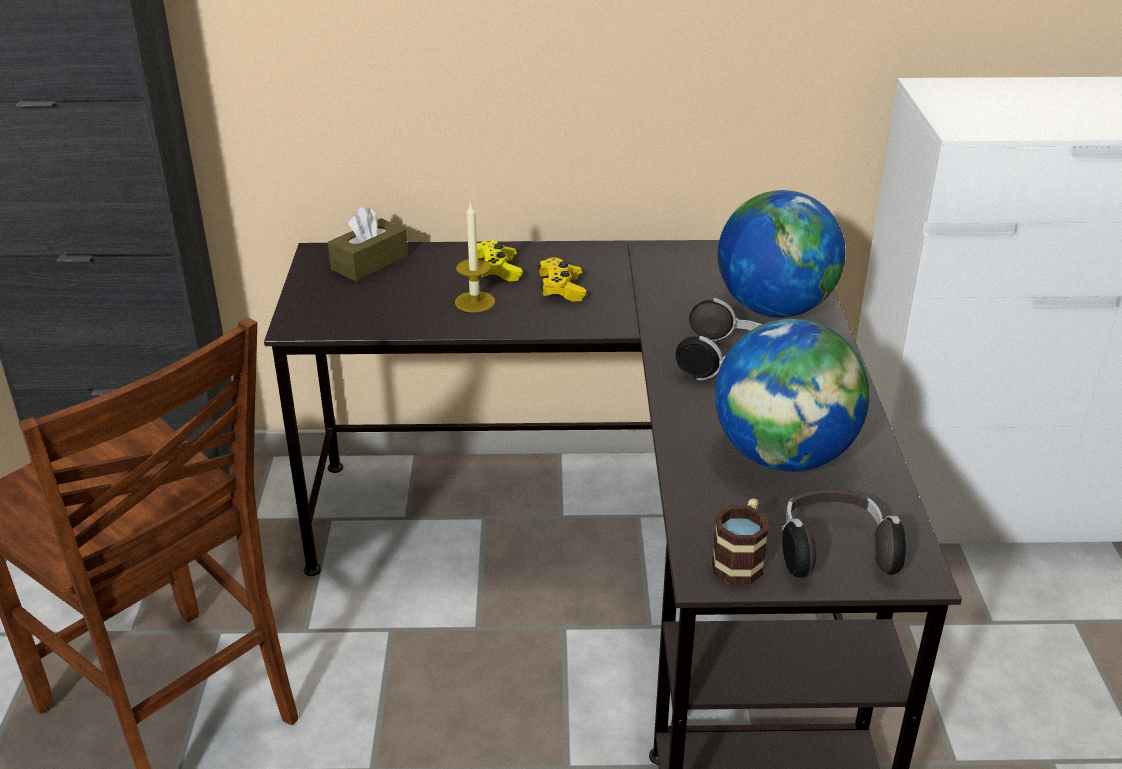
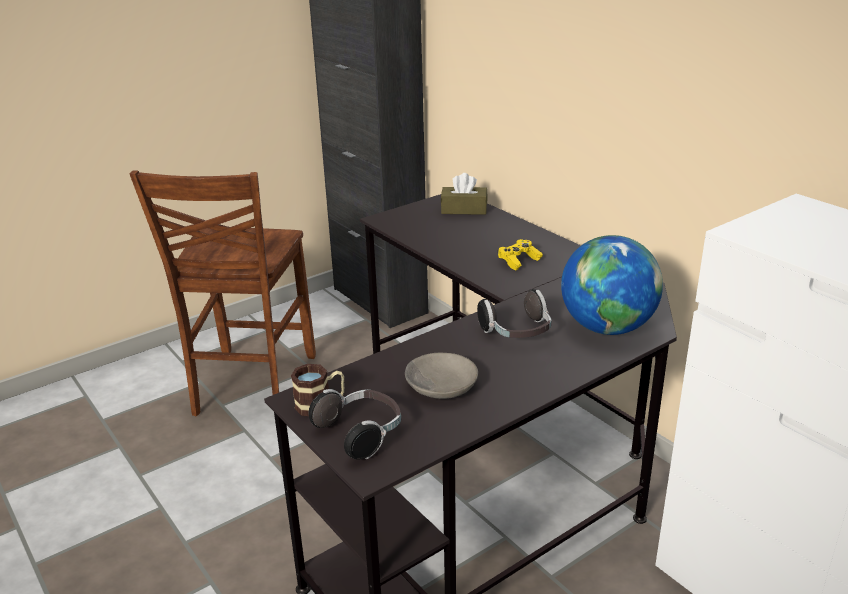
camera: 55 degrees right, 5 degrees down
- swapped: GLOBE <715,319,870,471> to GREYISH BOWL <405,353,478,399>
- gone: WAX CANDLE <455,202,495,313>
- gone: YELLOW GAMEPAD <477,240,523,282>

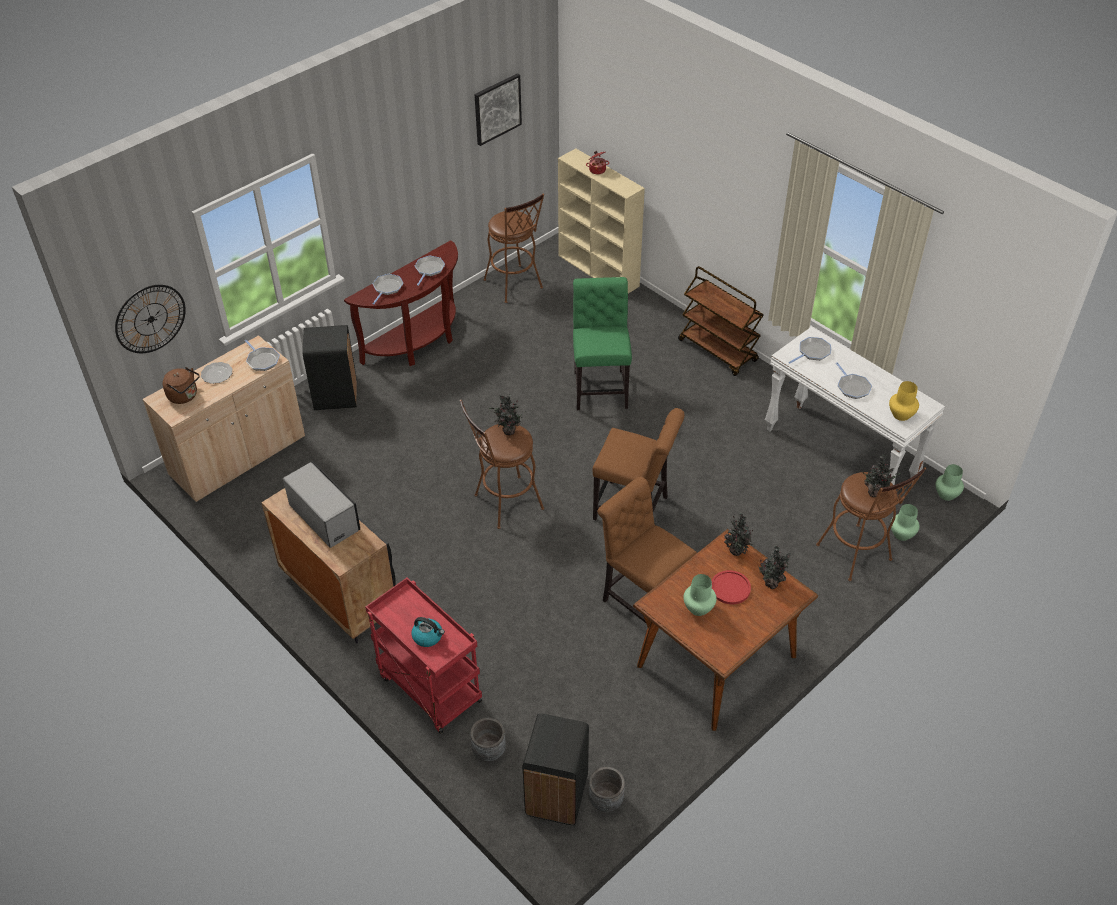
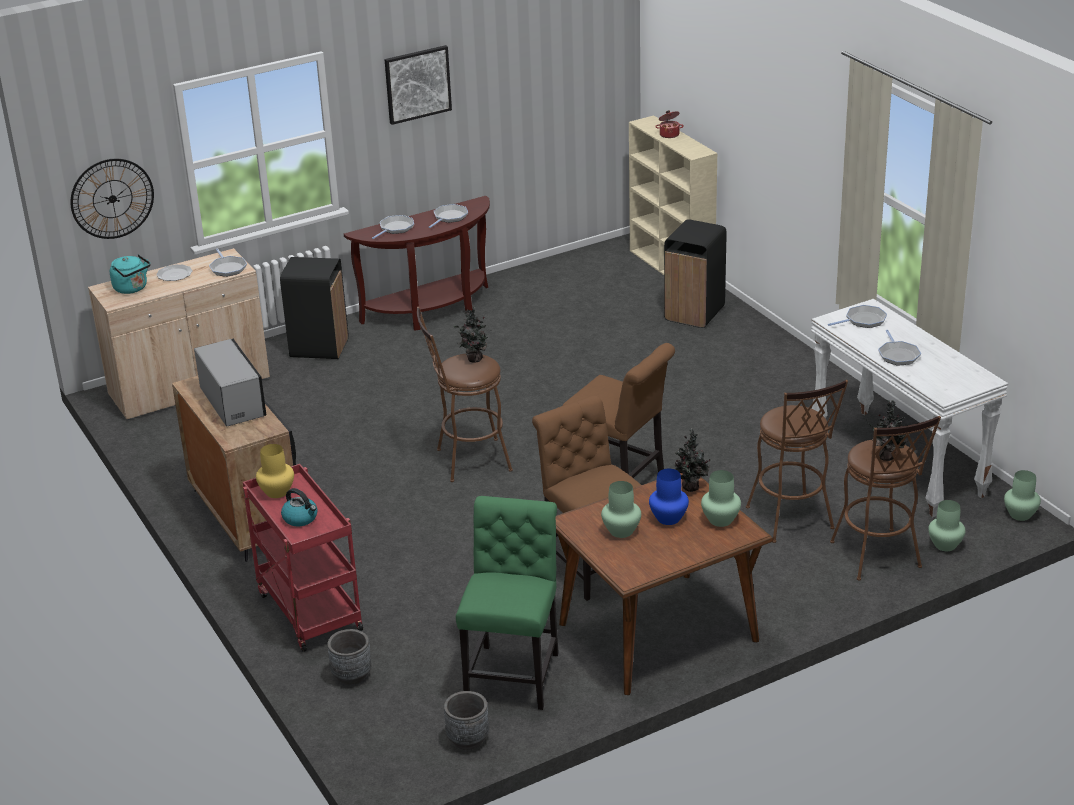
camera: 15 degrees right, 15 degrees down
- repainted: BROWN-COLOURED KETTLE <163,367,200,404> to TURQUOISE-COLOURED KETTLE <110,254,150,294>
- shifted: YELLOW DECORATIVE VASE <889,381,919,421> to <256,444,294,498>
- shifted: PICTURE <474,73,522,146> to <384,45,452,125>
- shifted: GREENISH PLAIN CHAIR <573,277,632,410> to <456,496,559,710>
- swapped: REDDISH FLAT DISH <712,570,751,604> to BLUE DECORATIVE VASE <649,469,689,525>
- shifted: BLACK TRASH CAN <523,713,589,825> to <664,219,727,328>
- swapped: PLANT IN A POT <758,546,791,589> to GREENISH DECORATIVE VASE <701,470,741,527>
- shifted: BROWN-COLOURED STOOL SEAT <483,194,544,303> to <746,380,848,543>
- gone: BROWN-COLOURED TROLLEY <678,266,764,376>

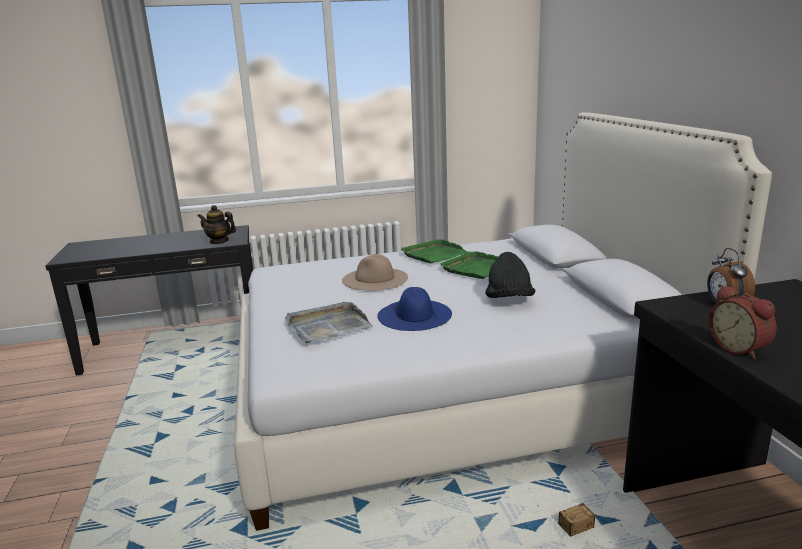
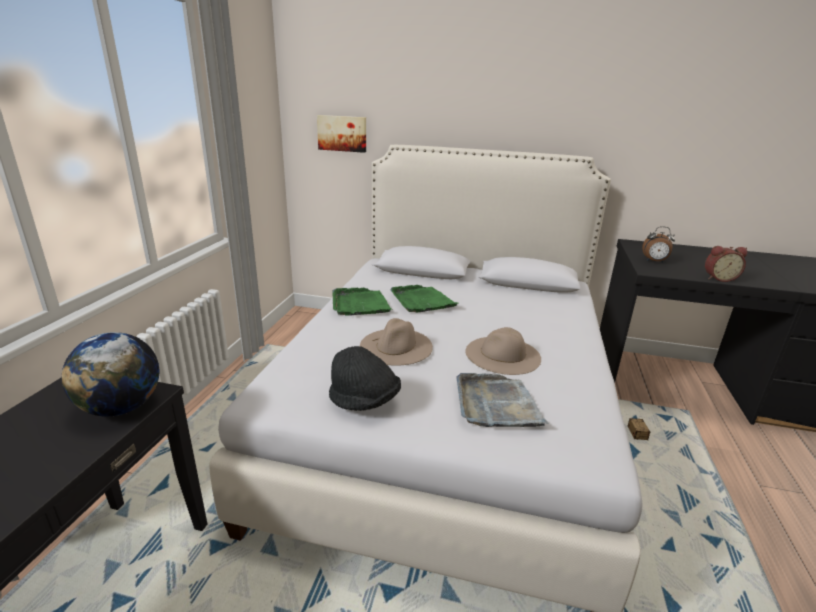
camera: 65 degrees left, 5 degrees up
- swapped: TEA POT <198,205,236,244> to GLOBE <62,332,159,417>
- new: PICTURE <317,115,366,153>
- shifted: BLACK CLOTHING HAT <485,252,535,298> to <329,346,401,411>
- repainted: BLUE CLOTHING HAT <377,287,452,331> to BEIGE-COLOURED CLOTHING HAT <465,327,541,375>

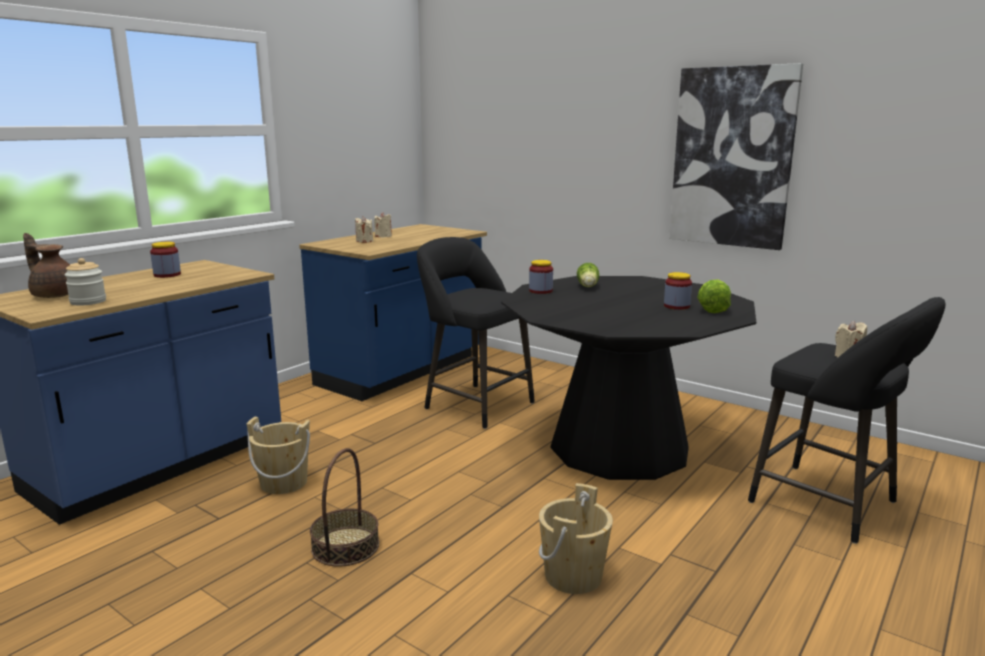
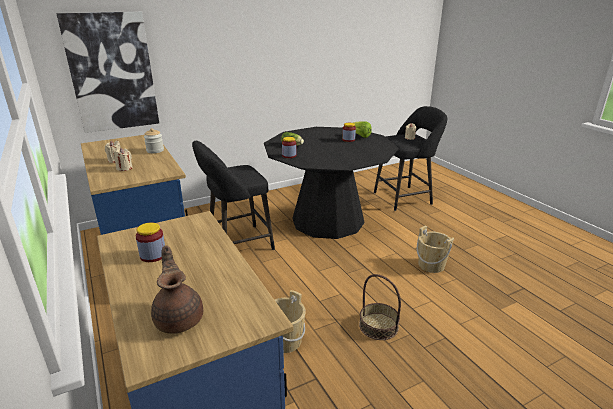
camera: 65 degrees left, 10 degrees up
- shifted: PICTURE <669,63,803,250> to <56,12,159,133>
- shifted: STORAGE JAR <64,258,106,306> to <144,128,164,153>
- rotated: BROWN-COLOURED TEA POT <23,233,70,298> = <151,245,203,334> 105 degrees clockwise

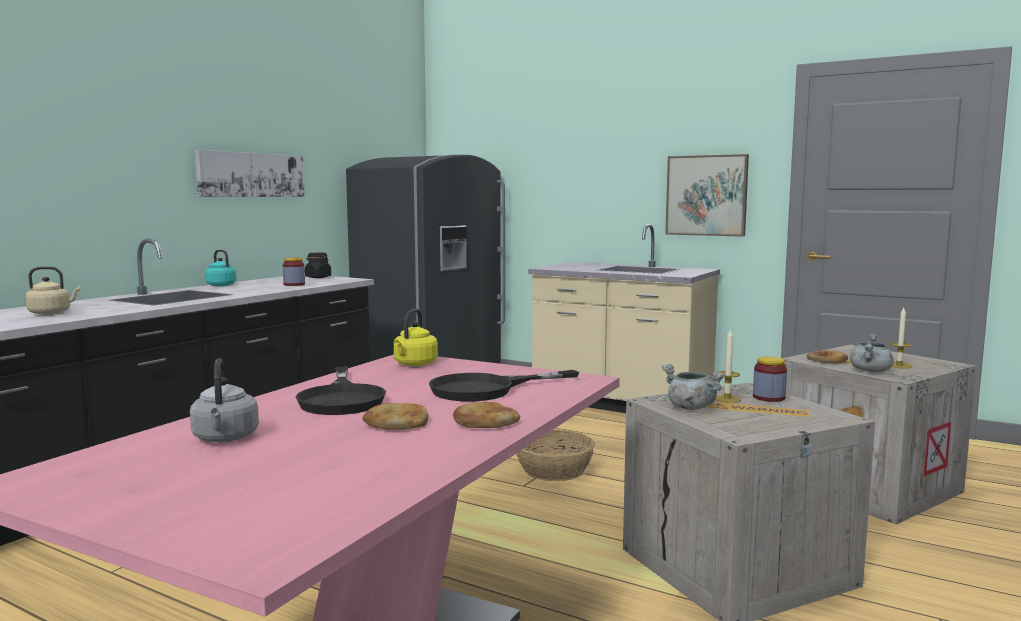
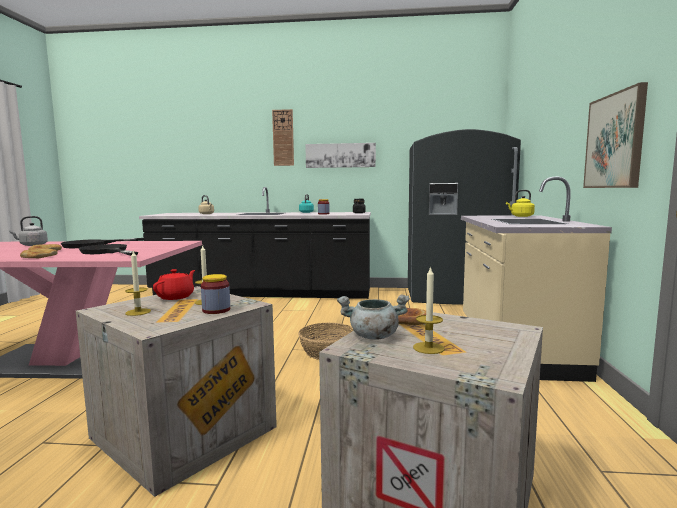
camera: 65 degrees right, 0 degrees up
- new: WAX CANDLE <125,251,151,316>
- swapped: GREYISH SAUCEPOT <662,364,725,410> to REDDISH TEA POT <153,269,195,300>
- new: HANGING CLOCK <272,109,294,166>
- shifted: YELLOW KETTLE <393,309,438,366> to <506,190,535,217>

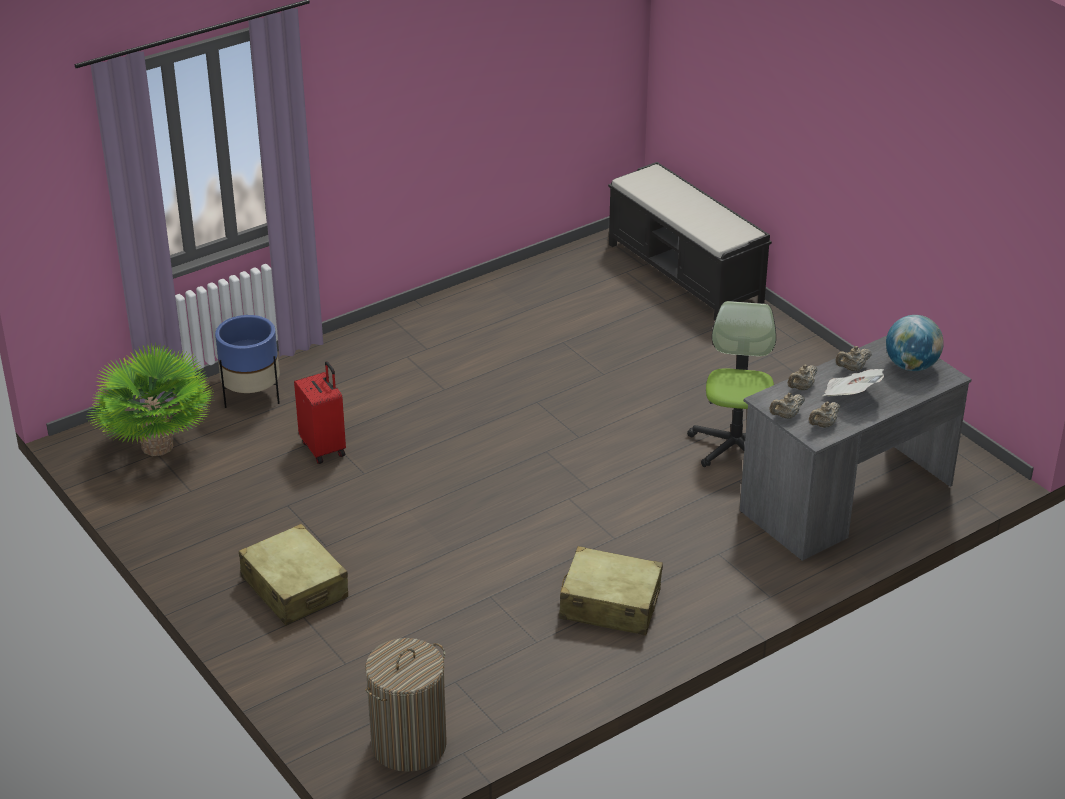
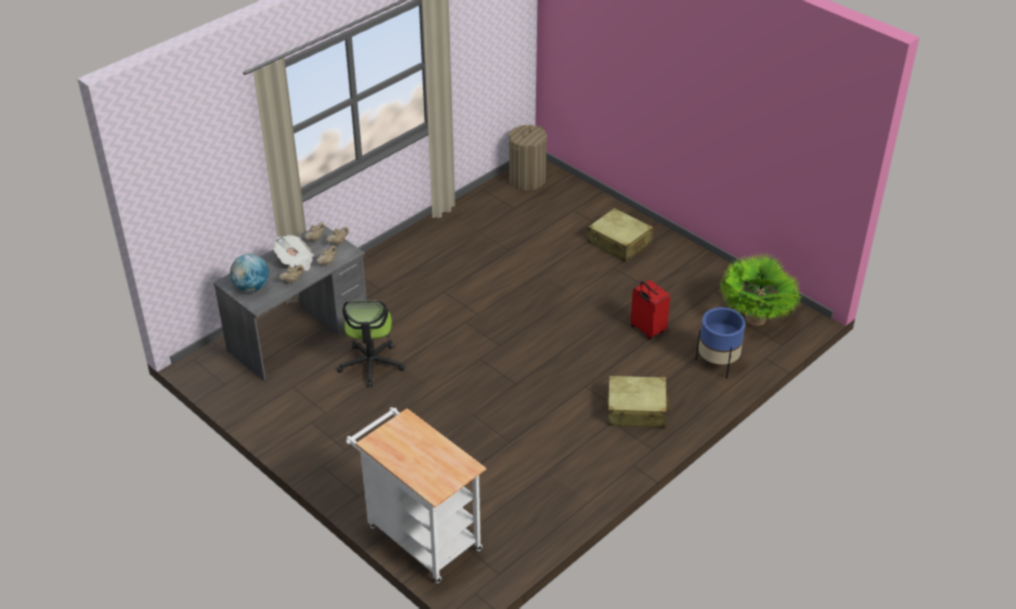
camera: 170 degrees right, 5 degrees up
- swapped: BLACK BENCH <608,162,772,320> to WHITE-COLOURED TROLLEY <346,407,486,584>
- shifted: BEIGE-COLOURED TRAVEL CASE <559,546,663,636> to <607,376,671,427>

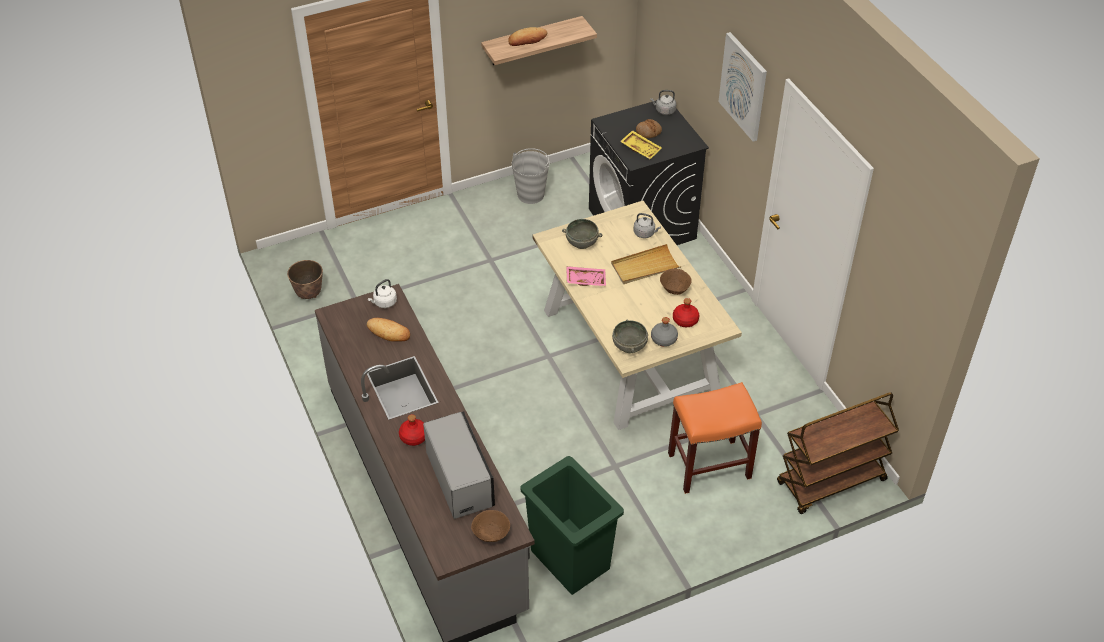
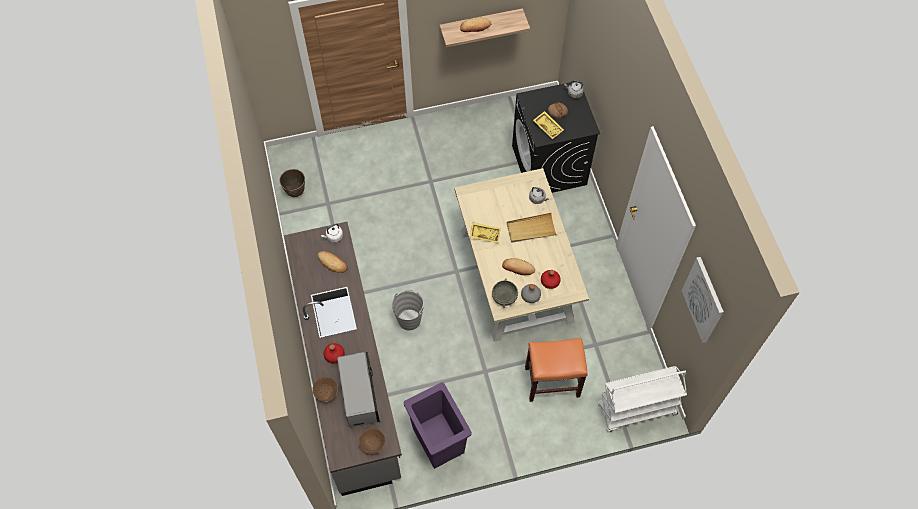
camera: 10 degrees right, 15 degrees up
- shifted: BROWN-COLOURED BOWL <660,269,692,295> to <312,377,338,402>
- shifted: GREYISH WATER BUCKET <512,148,549,204> to <392,290,424,330>
- repainted: GREENISH TRASH CAN <521,456,624,595> to PURPLE TRASH CAN <404,382,472,469>
- repainted: PINK-COLOURED SERVING TRAY <566,266,606,286> to YELLOW SERVING TRAY <470,222,501,243>
- new: BAKED BREAD <502,258,535,275>
- repainted: BROWN-COLOURED TROLLEY <777,392,899,514> to WHITE-COLOURED TROLLEY <597,366,687,432>
- shifted: PICTURE <719,32,767,142> to <682,257,724,343>
- gone: GREYISH BOWL <562,219,602,249>

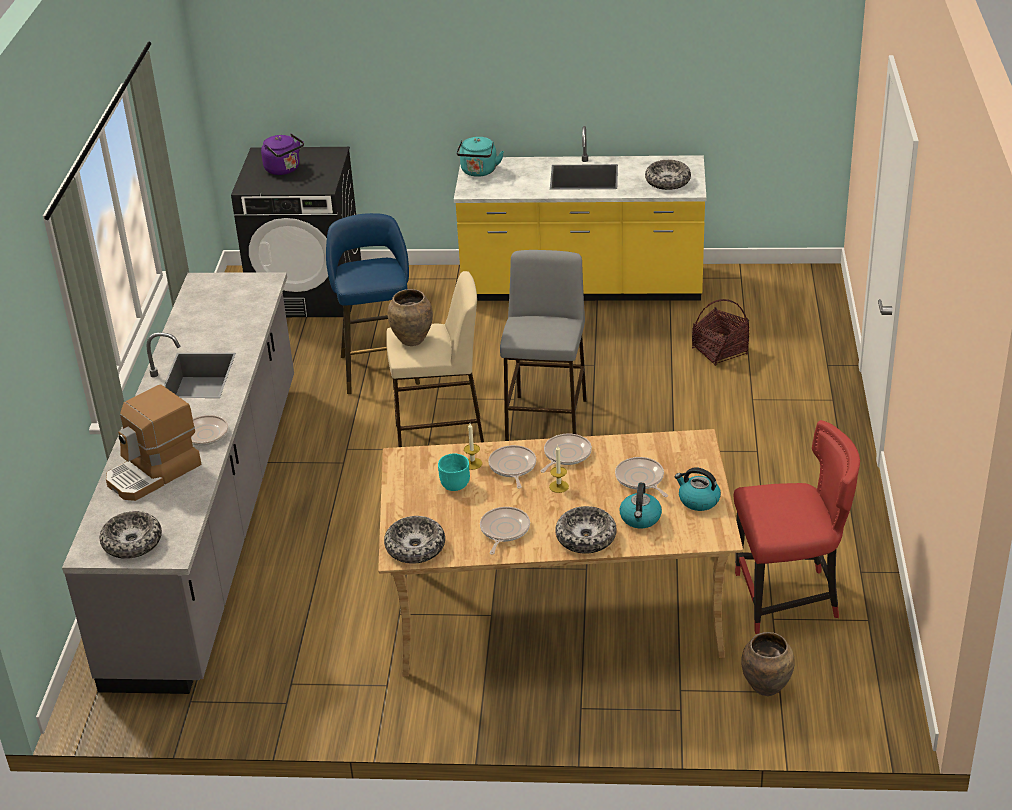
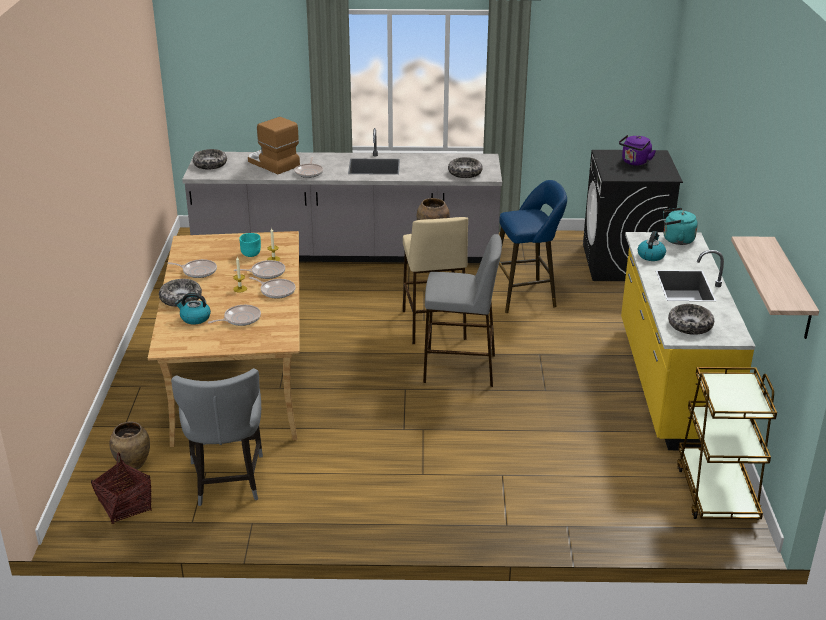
camera: 85 degrees right, 5 degrees down
- shifted: HOUSEHOLD BASKET <692,299,749,366> to <91,453,152,524>
- repainted: REDDISH PLAIN CHAIR <734,420,860,634> to GREYISH PLAIN CHAIR <171,368,263,506>
- shifted: BOWL <384,516,445,564> to <448,157,483,178>
- shifted: KETTLE <675,467,721,511> to <638,231,666,261>
- new: BROWN-COLOURED TROLLEY <677,367,777,520>
- new: SHELF <731,236,819,339>

